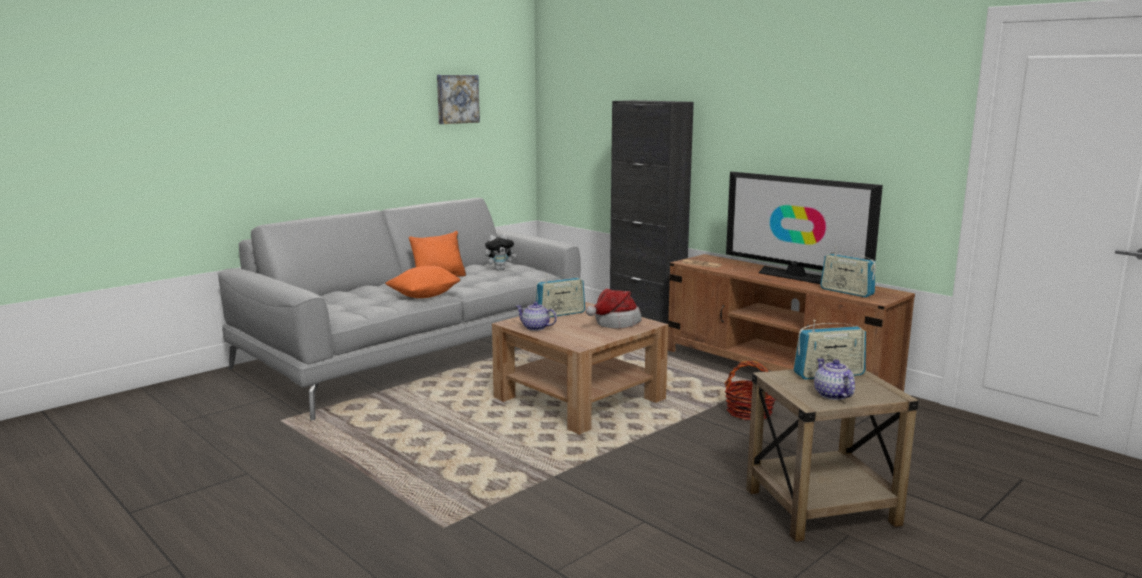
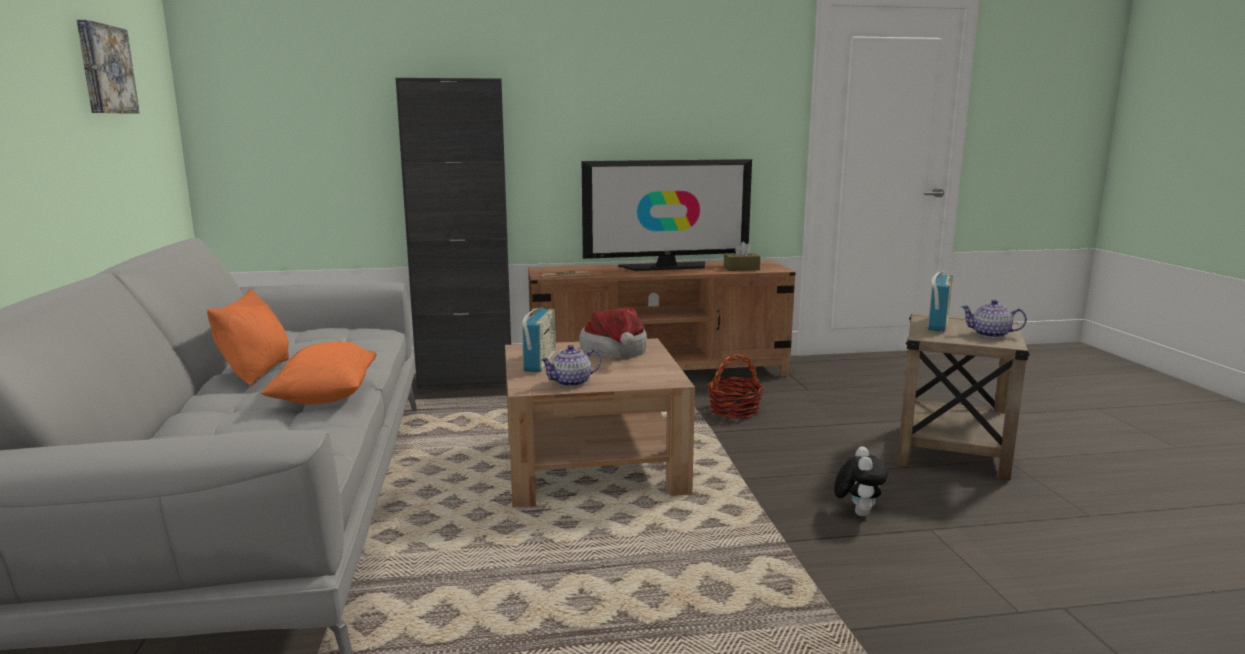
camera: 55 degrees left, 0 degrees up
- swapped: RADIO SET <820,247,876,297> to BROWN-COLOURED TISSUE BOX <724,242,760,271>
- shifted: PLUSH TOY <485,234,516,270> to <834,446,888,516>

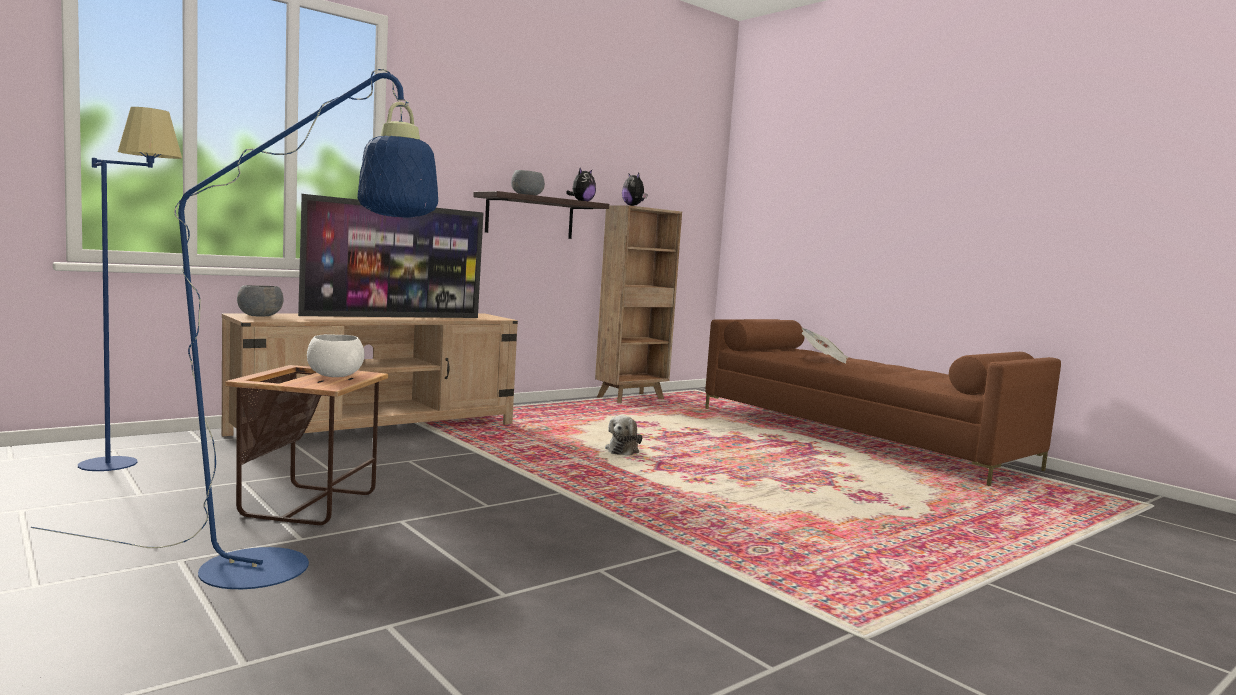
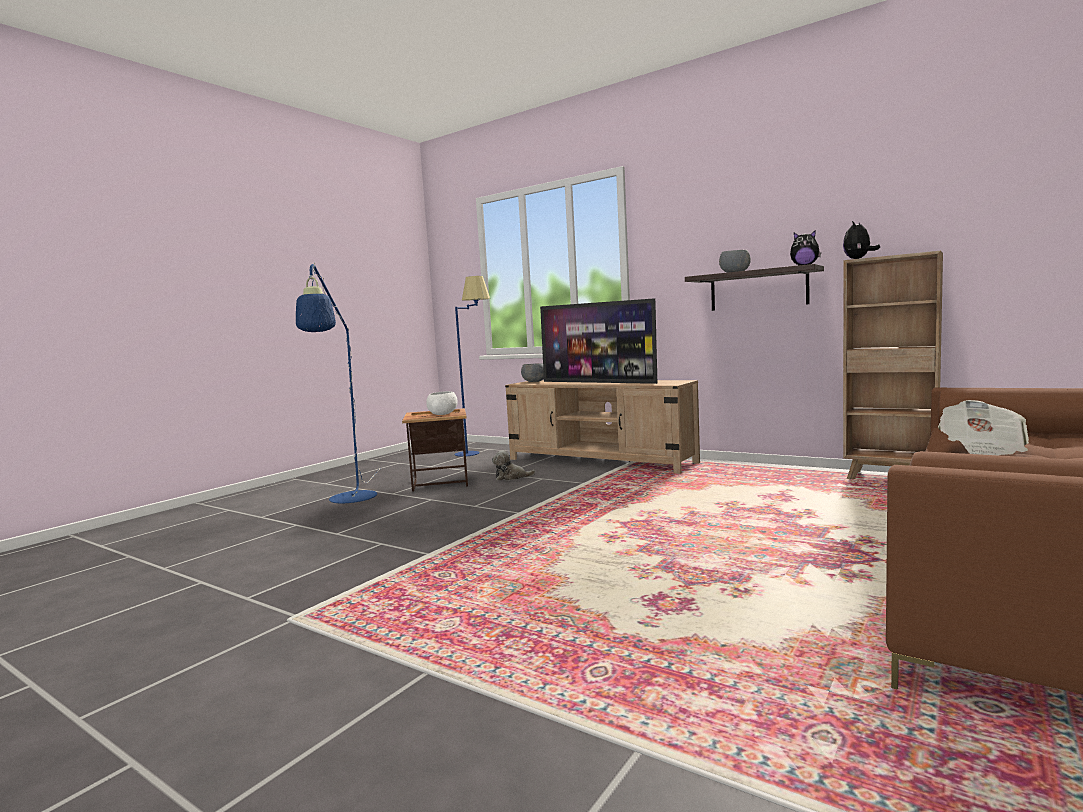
camera: 75 degrees right, 0 degrees up
- shifted: PLUSH TOY <605,415,642,456> to <492,450,536,481>

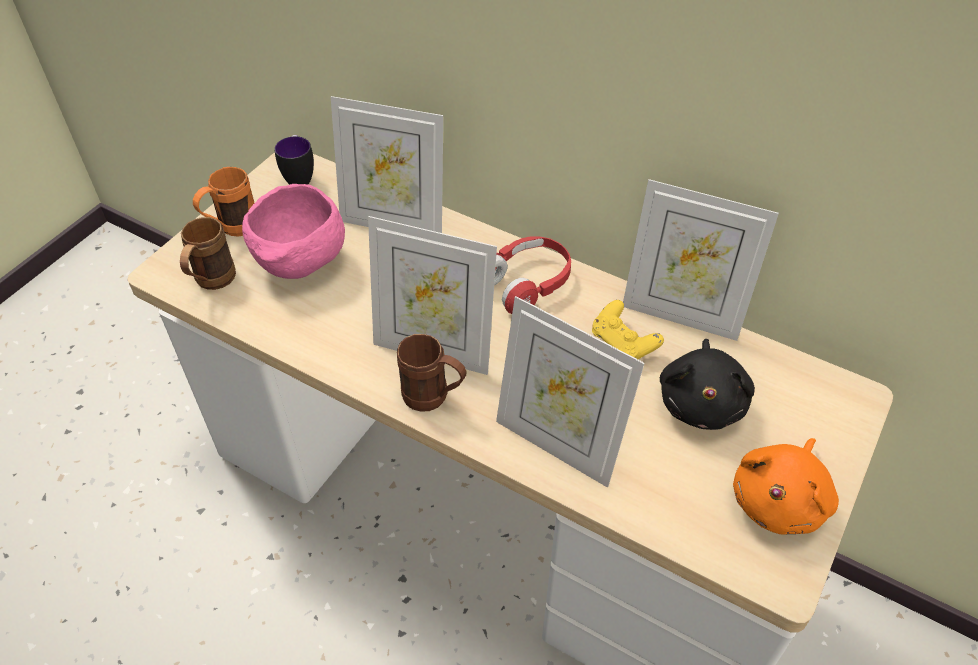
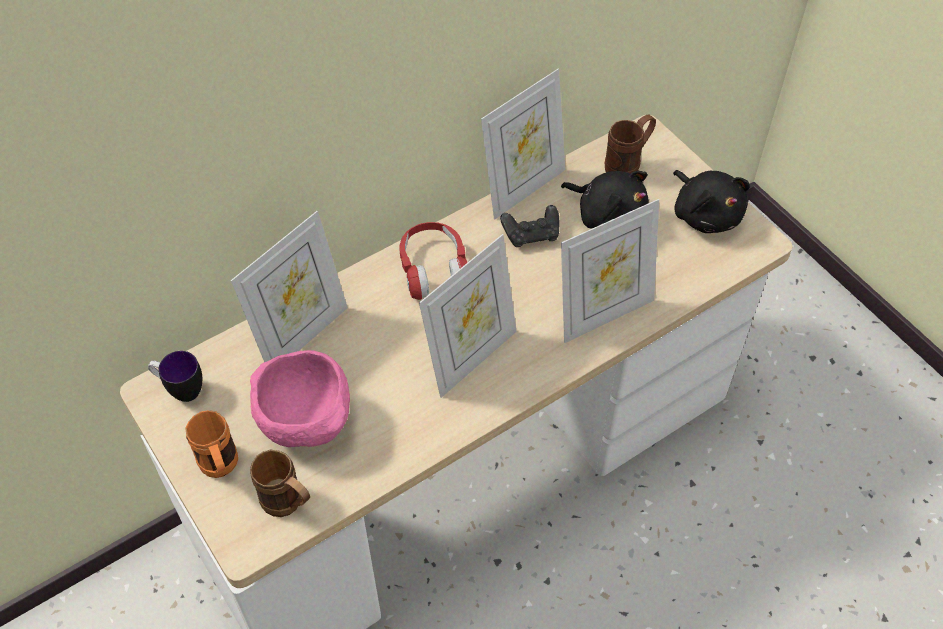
camera: 65 degrees left, 5 degrees up
- repainted: YELLOW GAMEPAD <592,300,664,359> to BLACK GAMEPAD <500,205,559,247>
- shifted: BROWN-COLOURED TEA MUG <397,334,467,412> to <604,115,656,174>
- repainted: ORANGE-COLOURED PLUSH TOY <733,438,839,534> to BLACK PLUSH TOY <673,170,749,233>

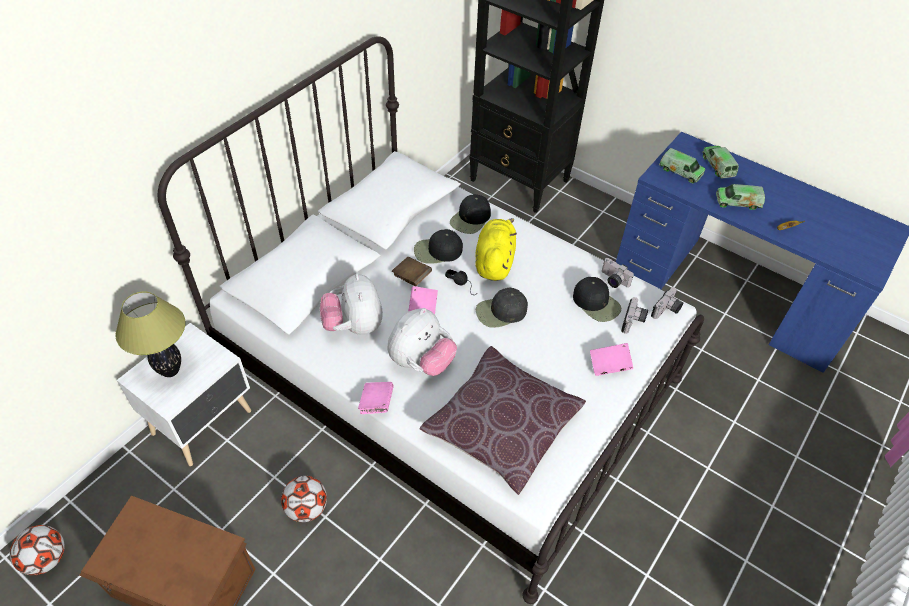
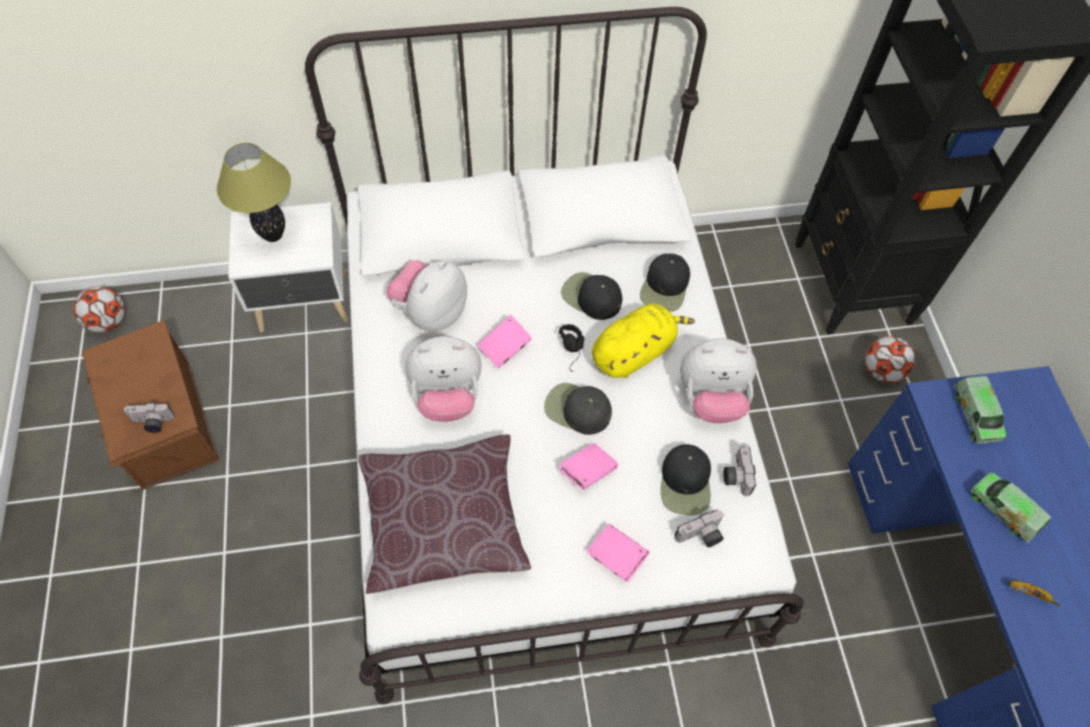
camera: 45 degrees right, 10 degrees up
- shifted: PHOTO CAMERA <651,287,683,319> to <124,402,174,433>
- shifted: PINK-COLOURED BOUND BOOK <358,382,394,414> to <559,443,618,490>
- rotated: BLACK CAP <450,194,491,234> = <640,254,690,312> 60 degrees counterclockwise
- new: PLUSH TOY <680,338,757,423>
- shifted: FOOTBALL BALL <281,476,327,522> to <865,336,915,383>
- gone: BROWN-COLOURED BOUND BOOK <392,257,432,286>
- gone: MODEL TRUCK <703,146,738,179>

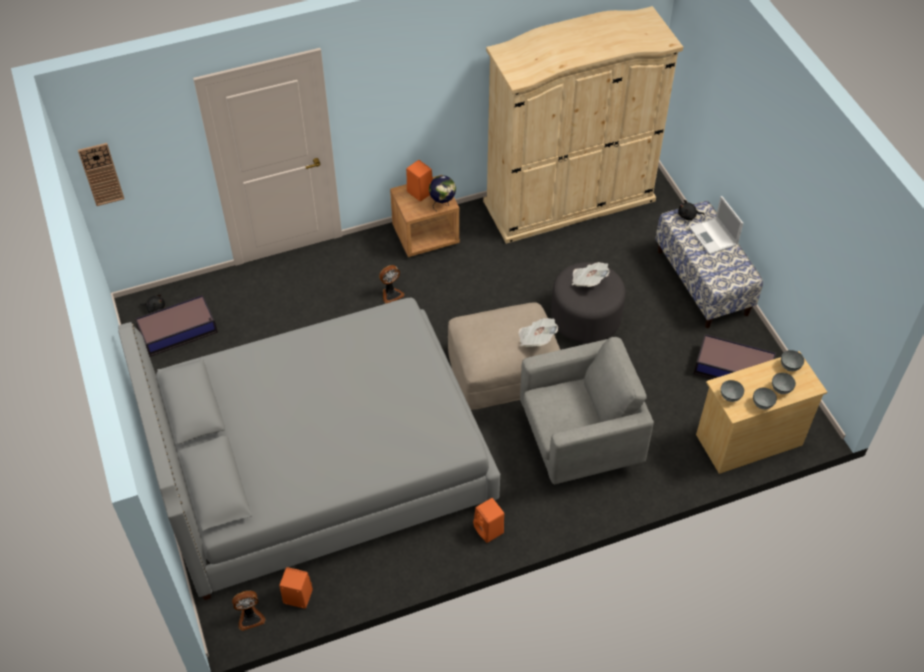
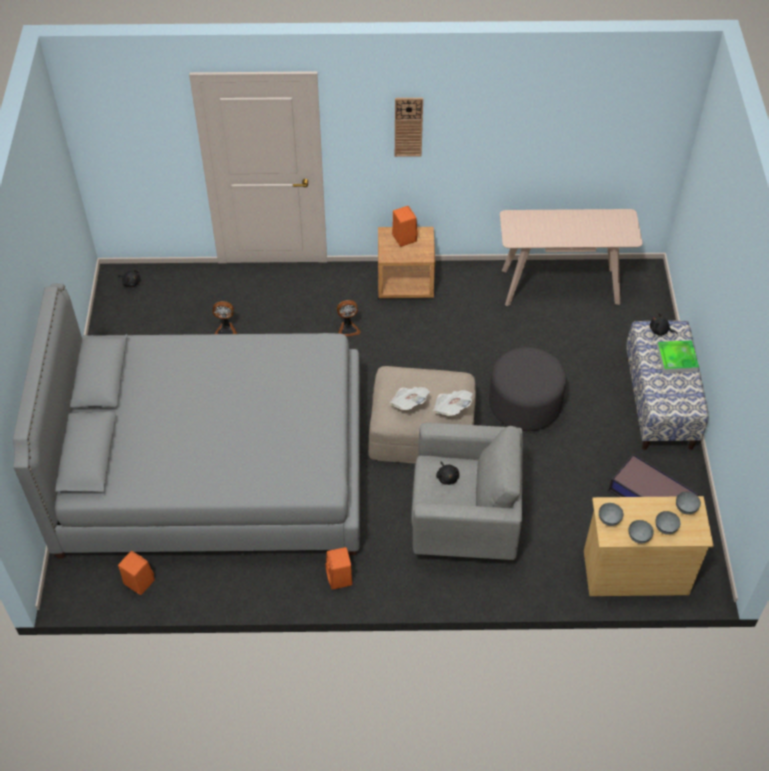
camera: 20 degrees right, 0 degrees up
- shifted: COOLING FAN <232,591,266,631> to <213,301,237,334>
- shifted: PRINTED PAPER <572,262,610,287> to <389,387,430,410>
- shifted: HANGING CLOCK <78,143,124,206> to <395,98,423,157>
- new: BLACK PLUSH TOY <436,461,459,485>
- swapped: BEIGE-COLOURED ARMOIRE <483,6,683,244> to BEIGE-COLOURED HALL TABLE <500,209,642,306>
- swapped: PORTABLE COMPUTER <689,196,743,255> to SERVING TRAY <657,340,699,373>
- gone: STORAGE BOX <135,295,218,357>
- gone: GLOBE <429,176,456,211>

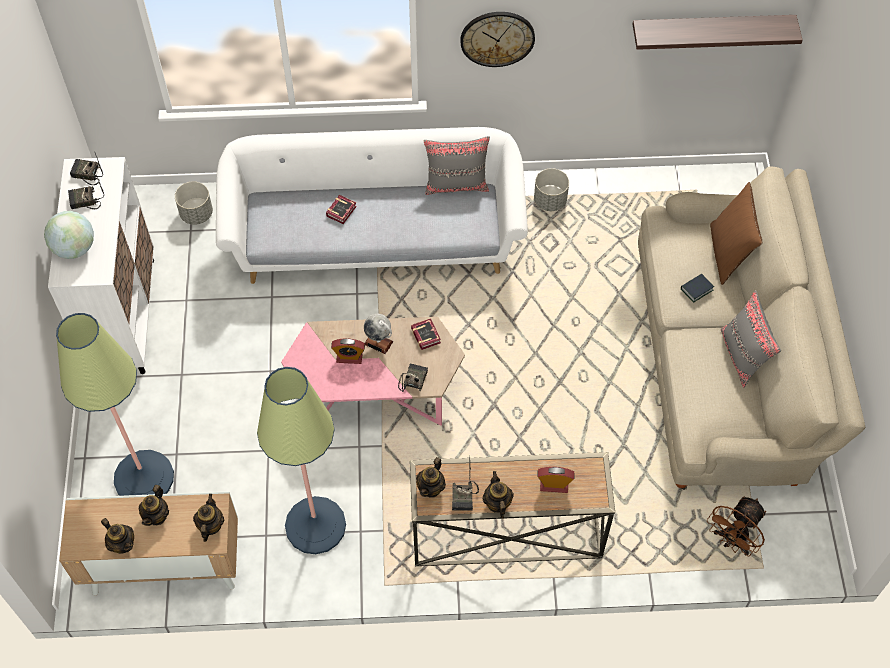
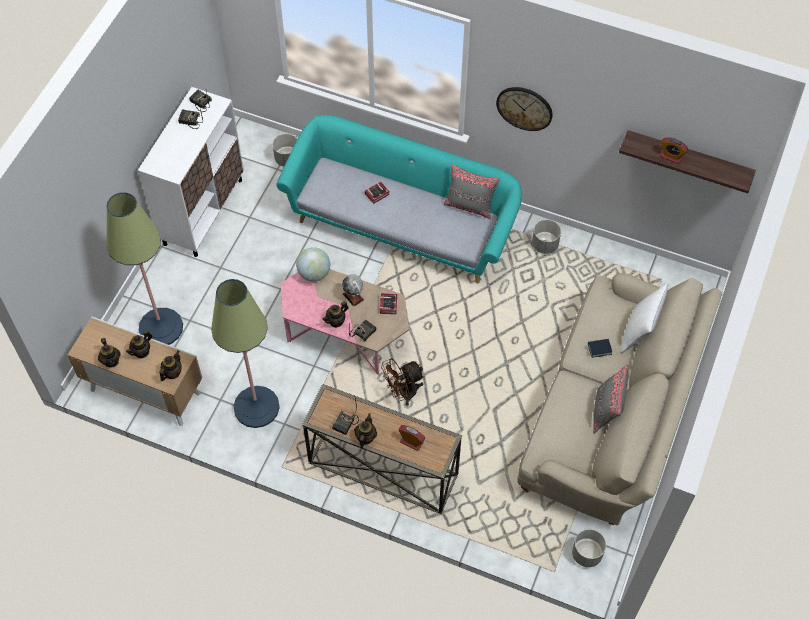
camera: 25 degrees right, 0 degrees up
- repainted: WHITE-COLOURED COUCH <216,127,528,284> to TURQUOISE-COLOURED COUCH <276,115,522,284>
- shifted: GLOBE <44,211,94,259> to <296,247,331,282>
- shifted: TEA POT <416,457,446,498> to <323,301,349,328>
- shifted: BROWN-COLOURED COOLING FAN <707,496,766,556> to <381,358,424,406>
- new: GREYISH PLANTER <572,529,606,567>
- repainted: BROWN-COLOURED THROW PILLOW <710,182,762,285> to WHITE-COLOURED THROW PILLOW <620,283,668,353>
- shifted: BEDSIDE CLOCK <331,339,365,364> to <660,137,688,164>

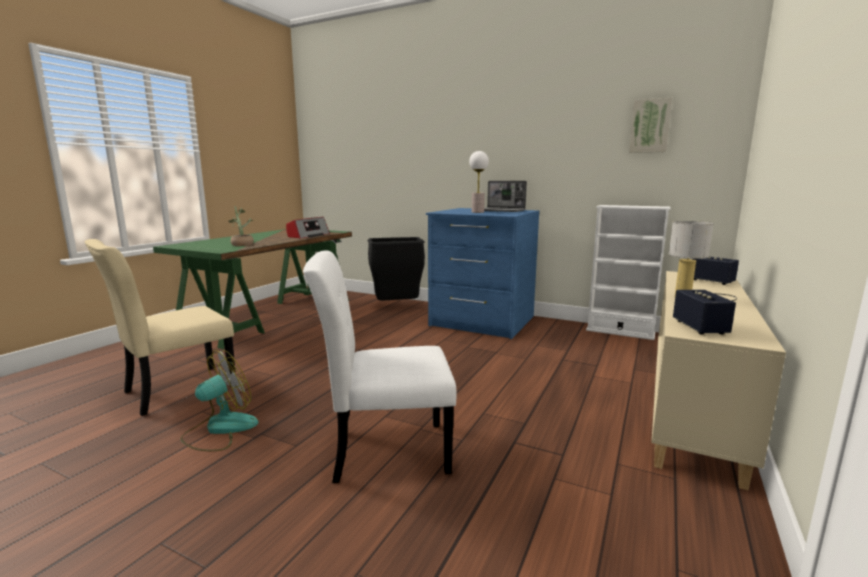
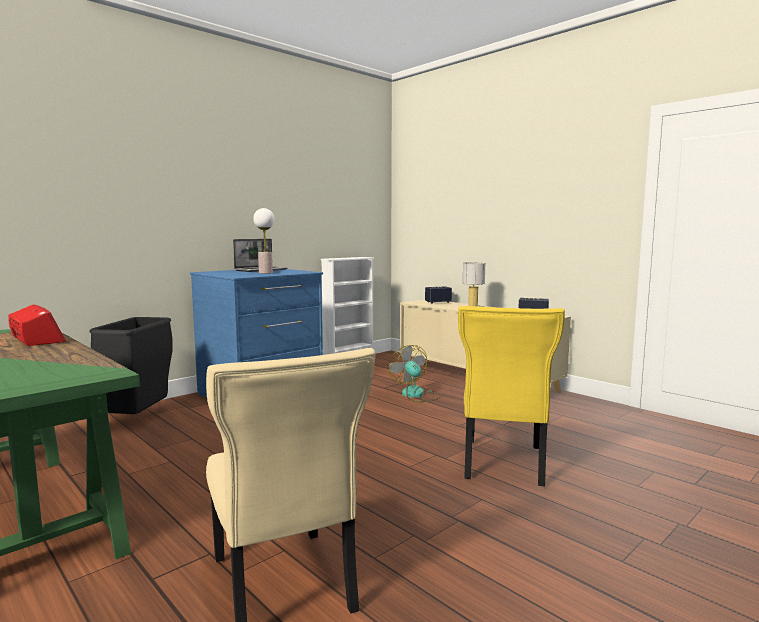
camera: 70 degrees left, 5 degrees down
- shifted: COOLING FAN <181,350,258,451> to <389,345,443,402>
- repainted: WHITE-COLOURED PLAIN CHAIR <303,251,457,483> to YELLOW PLAIN CHAIR <458,306,565,487>
- gone: PLANT IN A POT <228,206,254,246>
- gone: PICTURE <629,98,672,153>

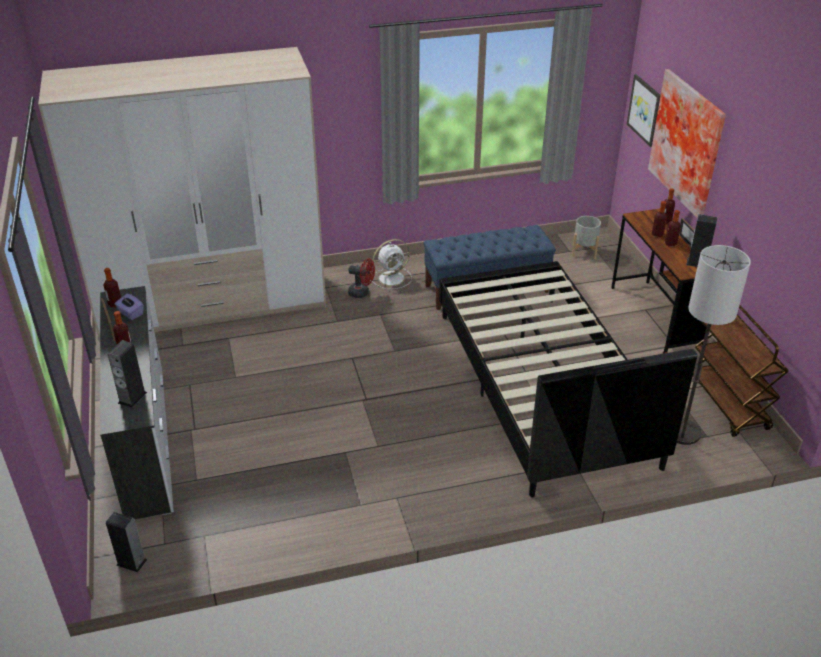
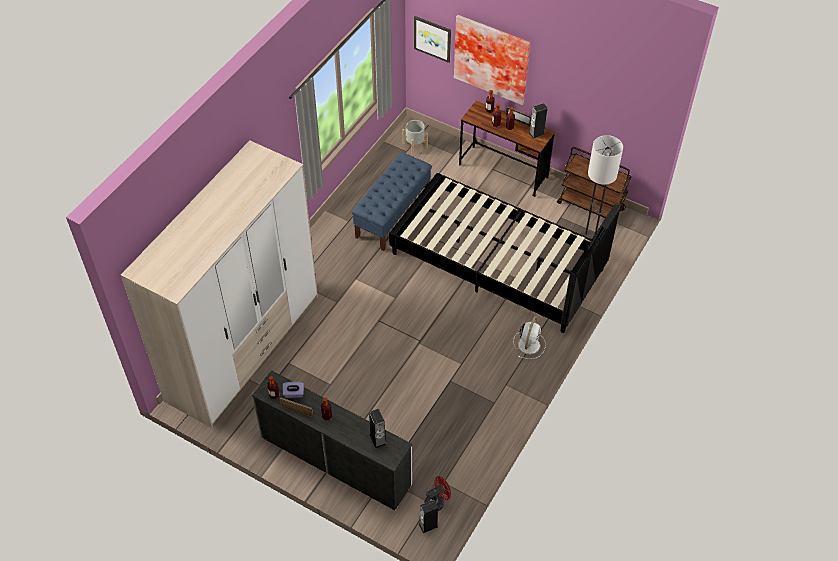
camera: 45 degrees left, 15 degrees up
- shifted: REDDISH COOLING FAN <348,259,375,298> to <424,476,451,511>
- shifted: WHITE-COLOURED COOLING FAN <372,239,412,289> to <513,316,546,359>

